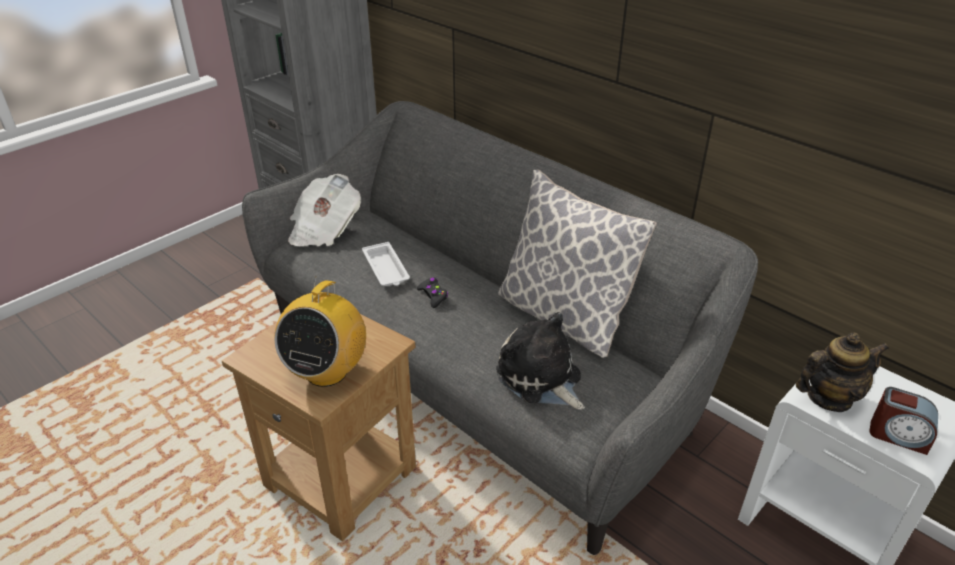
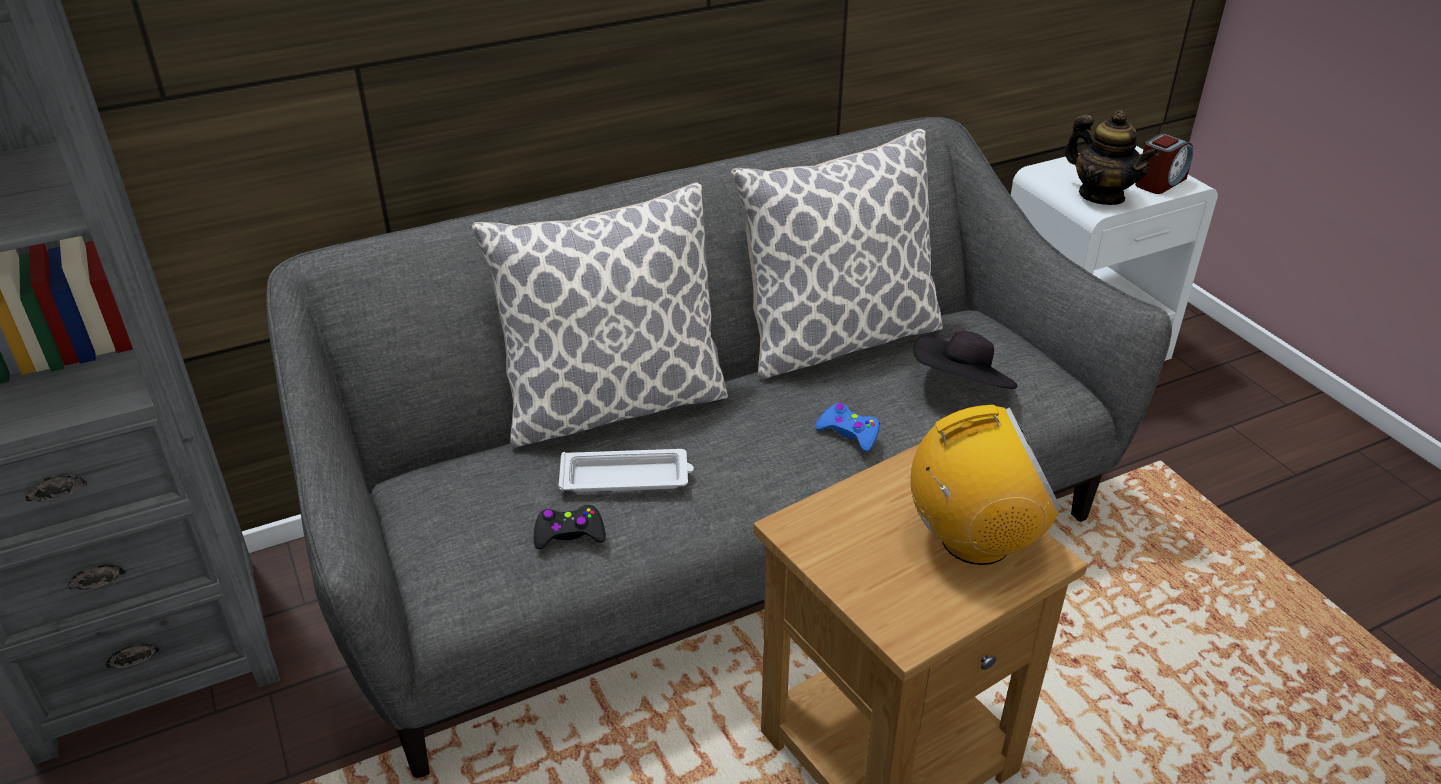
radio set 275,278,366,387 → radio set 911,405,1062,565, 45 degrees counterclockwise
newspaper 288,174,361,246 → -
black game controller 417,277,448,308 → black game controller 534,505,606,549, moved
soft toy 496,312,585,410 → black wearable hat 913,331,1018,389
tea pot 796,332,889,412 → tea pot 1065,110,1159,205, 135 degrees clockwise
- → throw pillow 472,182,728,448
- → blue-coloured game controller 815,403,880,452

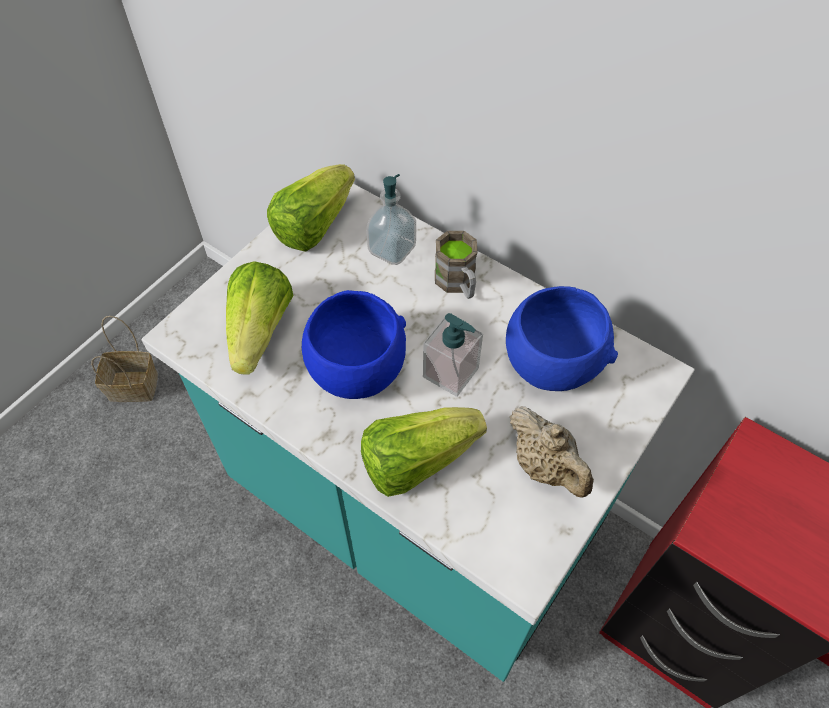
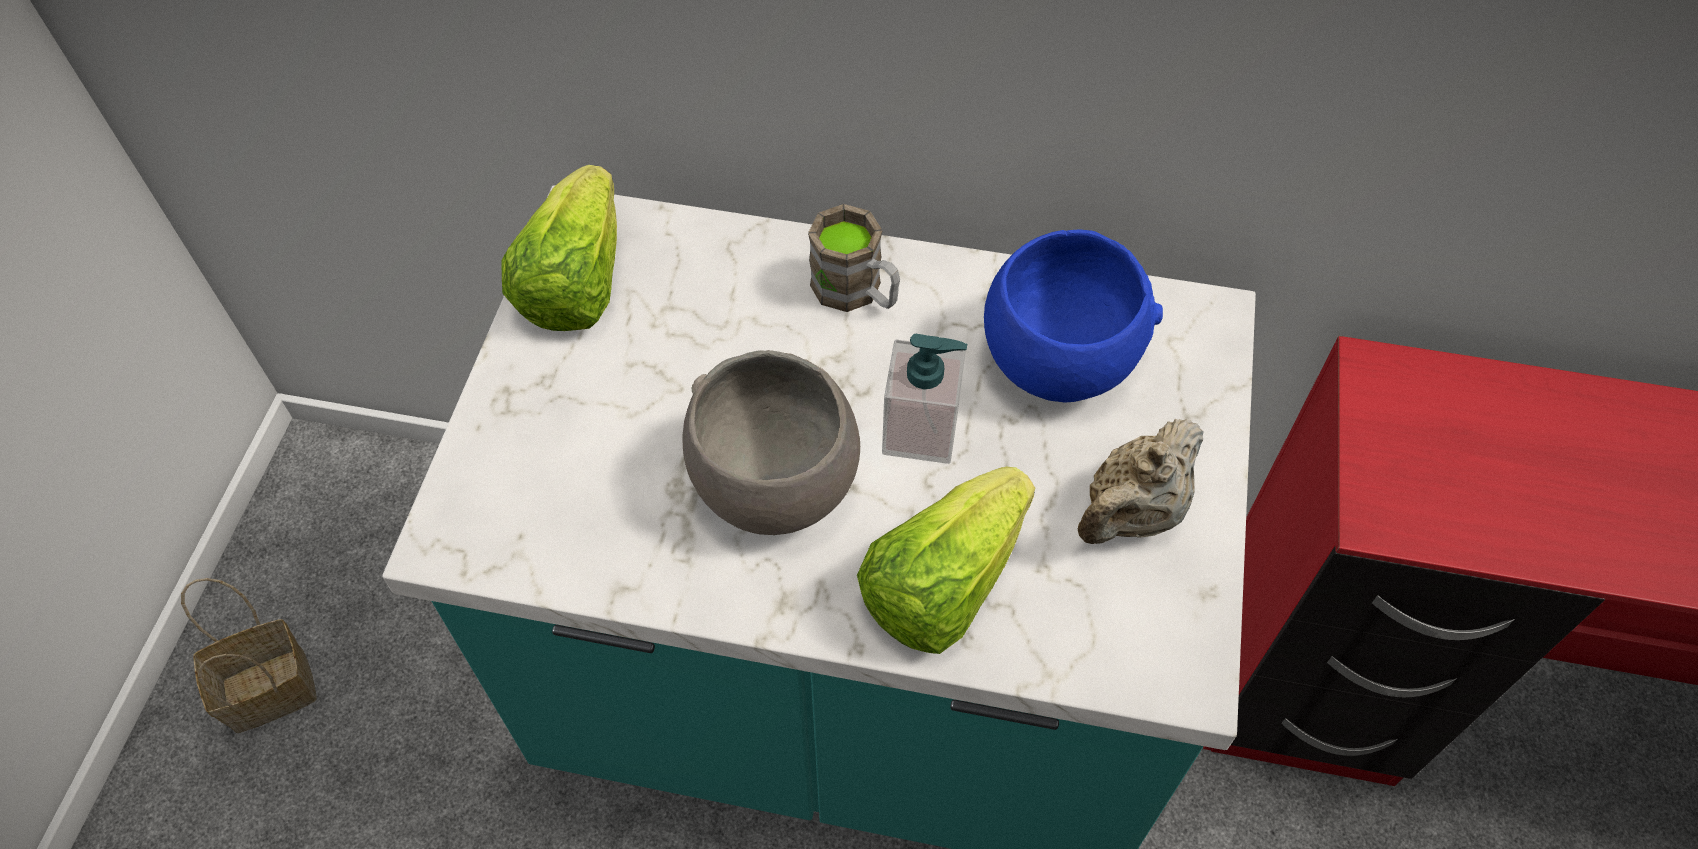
lettuce 226,261,293,375 → -
blue-coloured bowl 302,290,406,399 → greyish bowl 682,350,860,535
soap bottle 366,174,416,265 → -
beige-coloured tea pot 509,406,594,497 → beige-coloured tea pot 1078,419,1204,544, 105 degrees clockwise

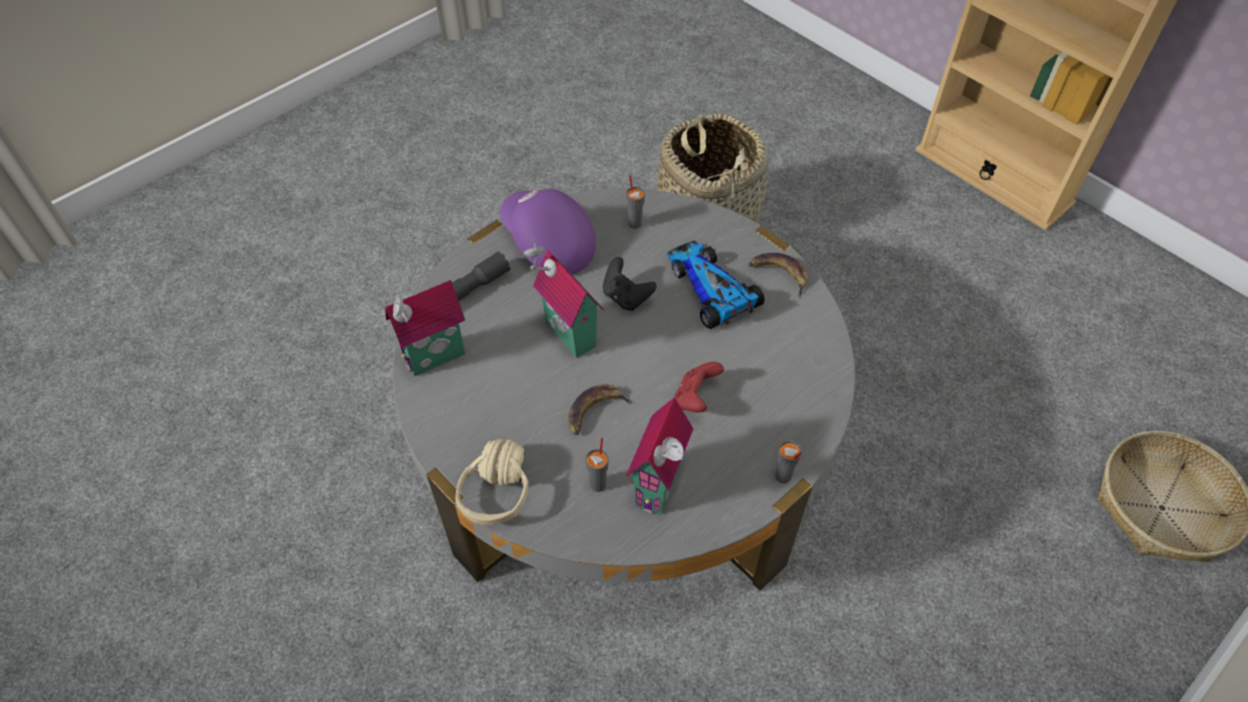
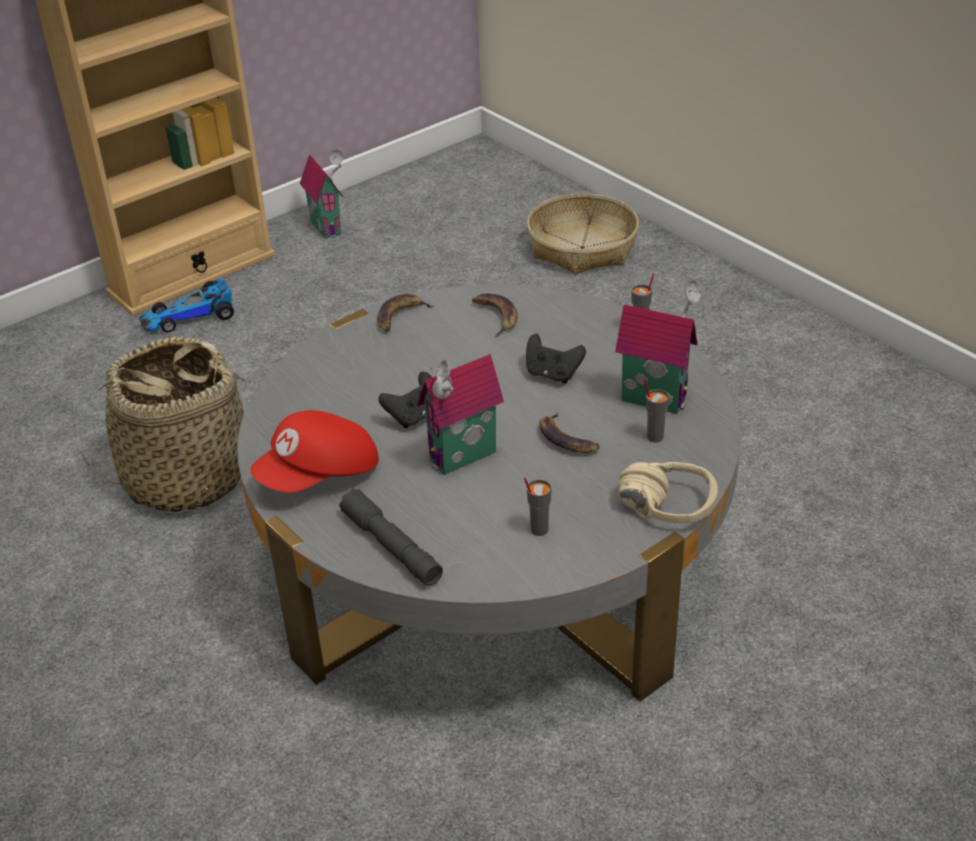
miniature house 384,280,465,376 → miniature house 300,150,343,239, moved
purple baseball cap 500,189,596,275 → red-coloured baseball cap 251,410,379,493
greyish small cup 626,175,645,229 → greyish small cup 524,478,552,536, moved
toy car 667,241,765,329 → toy car 139,277,234,332, moved
red-coloured game controller 674,362,724,413 → black game controller 526,334,586,383
- → banana fruit 472,293,518,337

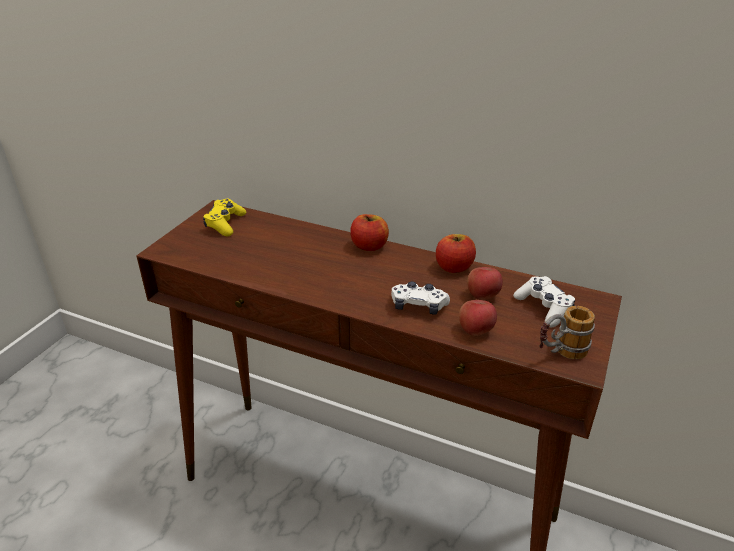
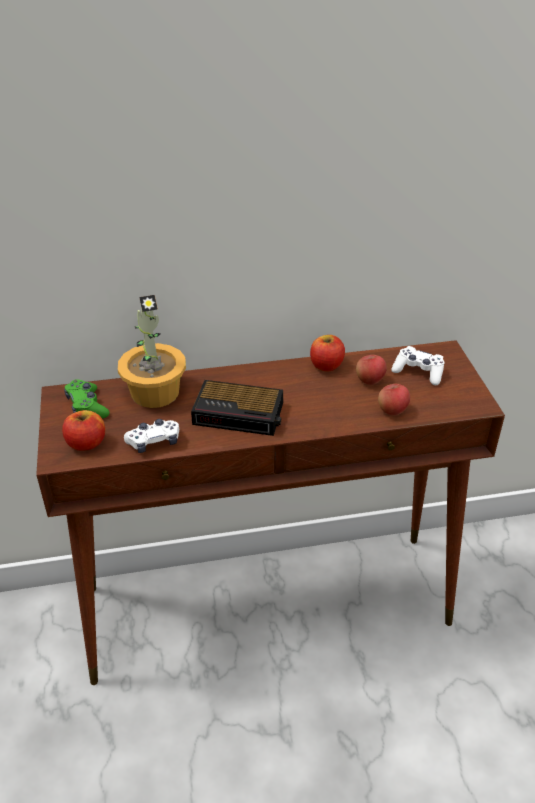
yellowish game controller 203,199,247,236 → green-coloured game controller 64,379,109,419
apple fruit 350,214,389,251 → apple fruit 62,410,105,451, moved
whitish game controller 391,281,450,315 → whitish game controller 124,419,179,453, moved
mug 539,306,595,359 → -
- → plant in a pot 118,295,186,408
- → alarm clock 191,380,283,436

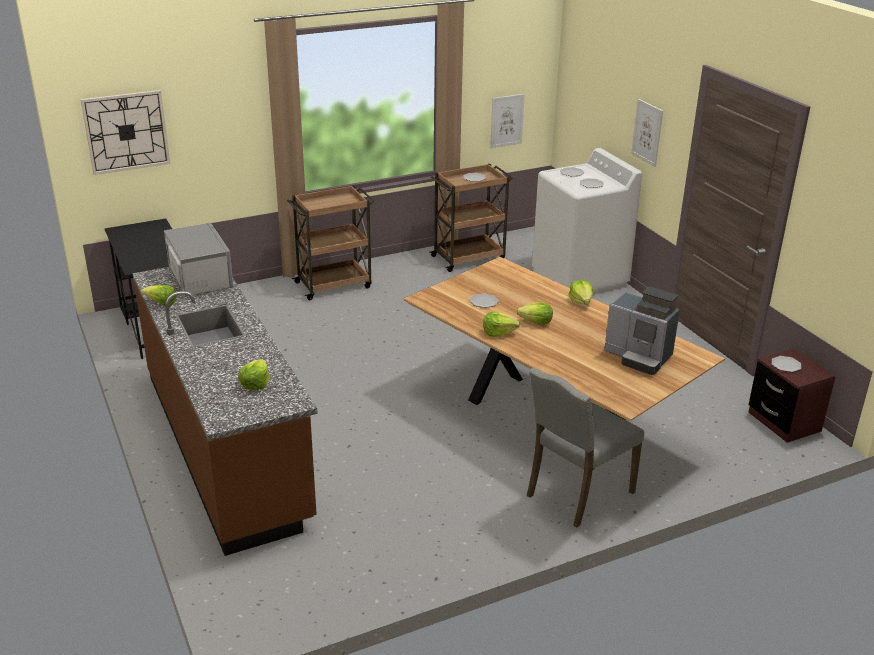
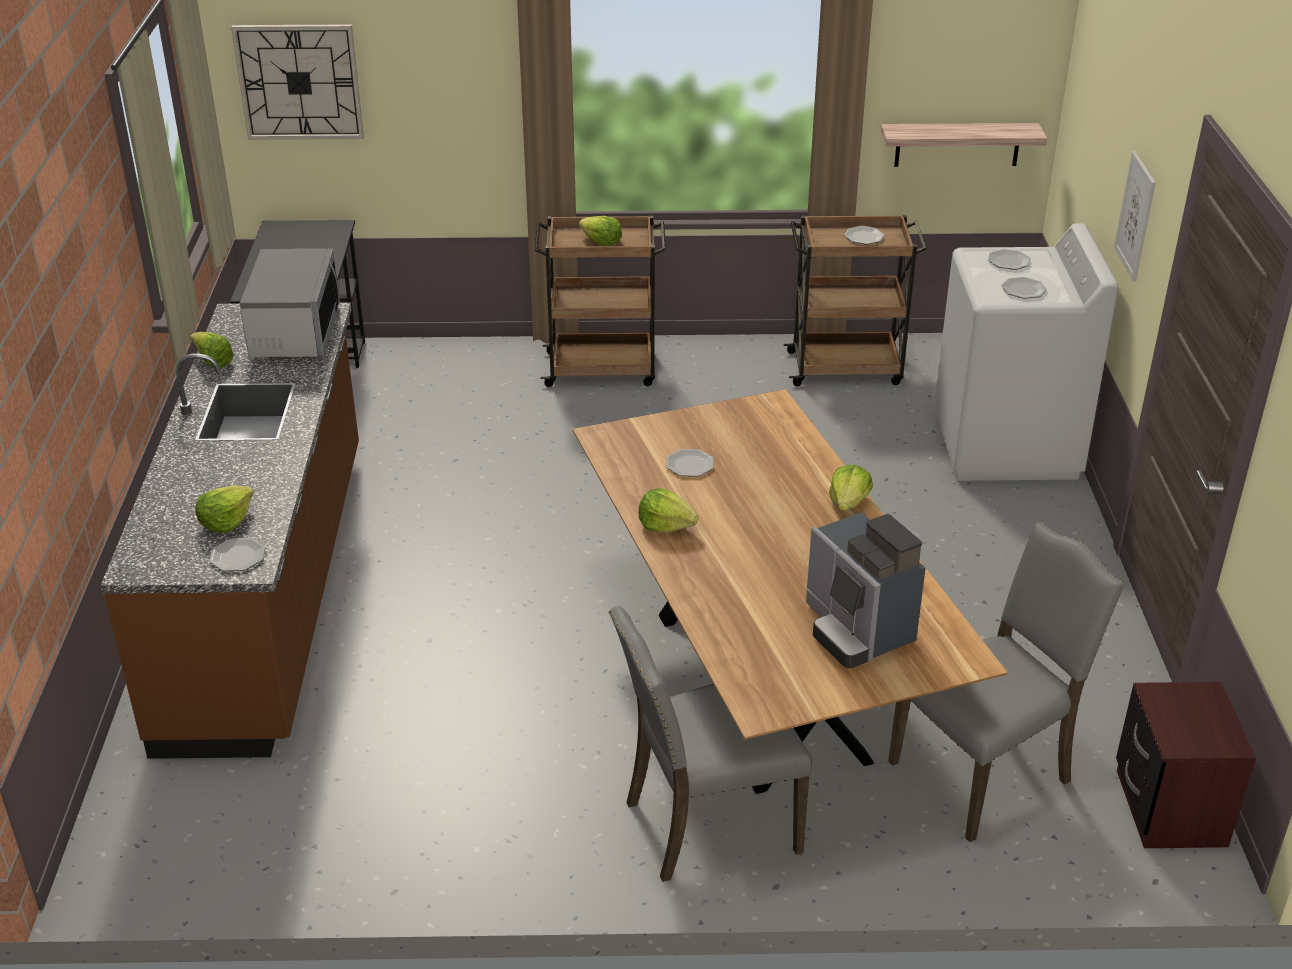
wall art 490,94,525,148 → bracket shelf 881,123,1047,167
lettuce 517,302,553,325 → lettuce 579,216,622,246, moved
flat dish 772,356,801,372 → flat dish 209,538,265,571, moved
- → greyish chair 888,522,1125,842

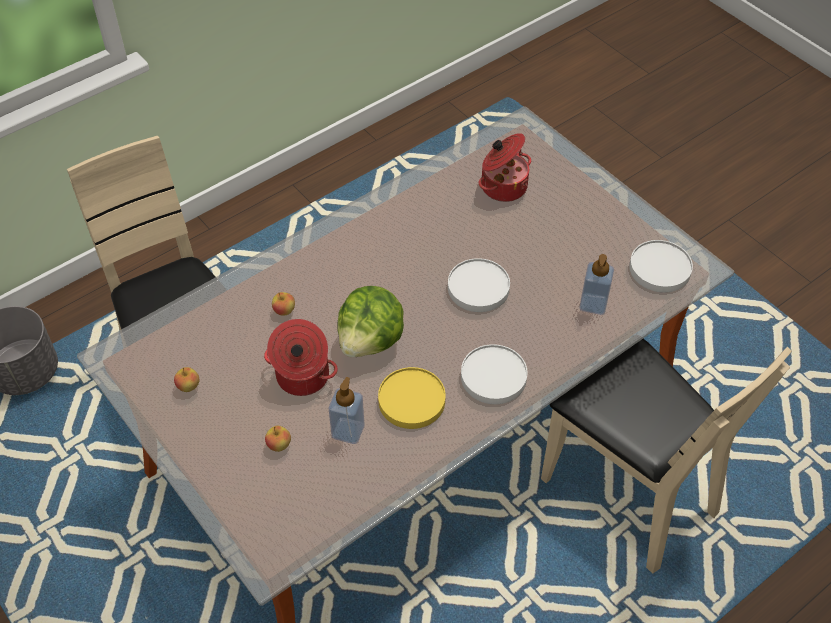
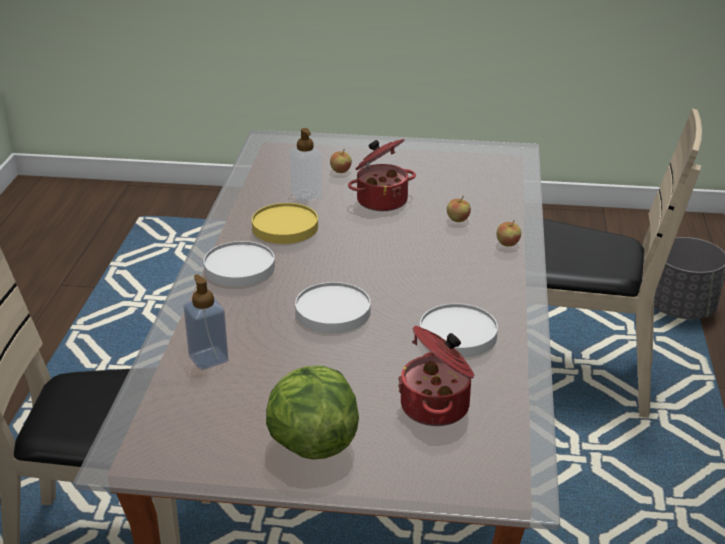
apple fruit 174,367,199,392 → apple fruit 497,221,521,247, moved
lettuce 337,286,404,357 → lettuce 266,365,359,460, moved
whitish flat dish 629,240,693,293 → whitish flat dish 420,303,498,358, moved

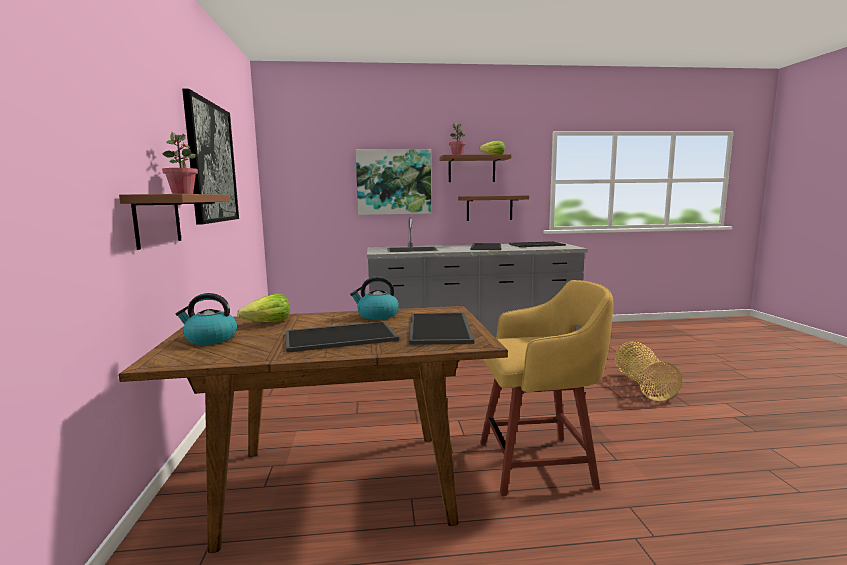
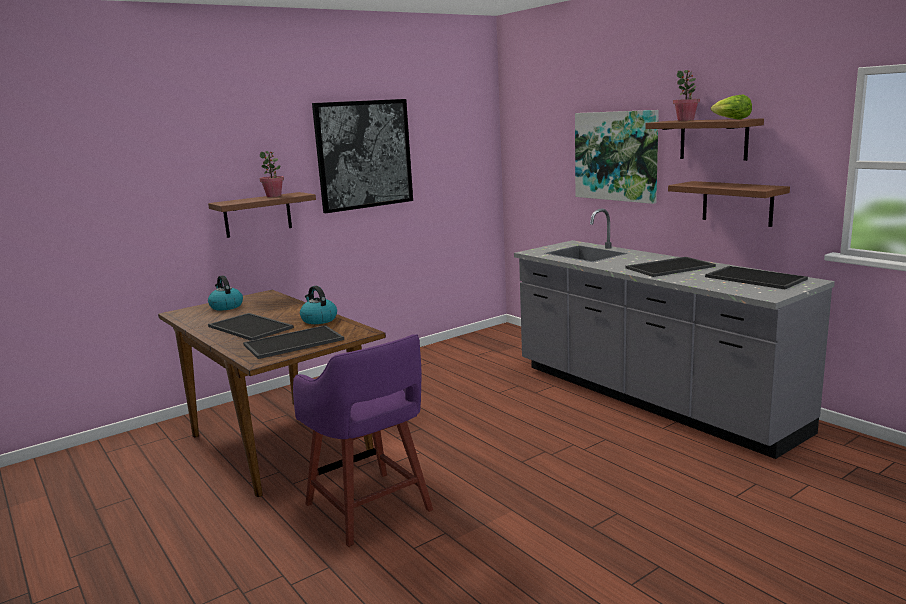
lettuce 237,293,290,322 → -
yellowish sitting stool 480,280,614,496 → purple sitting stool 293,334,433,547
storage basket 615,341,682,401 → -

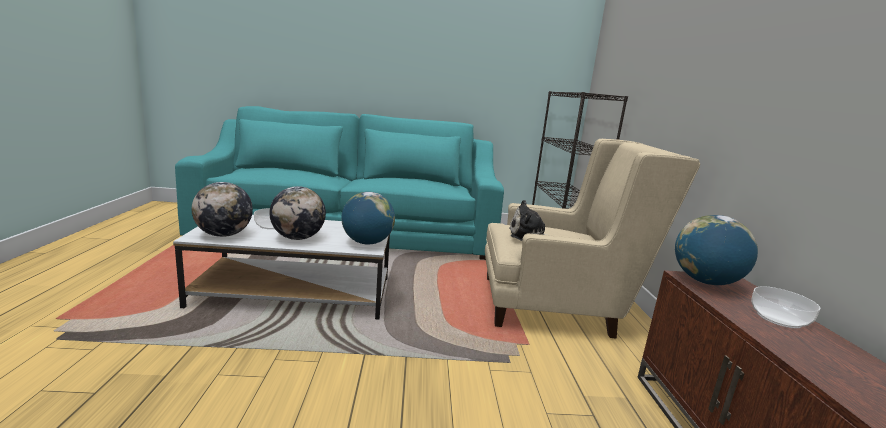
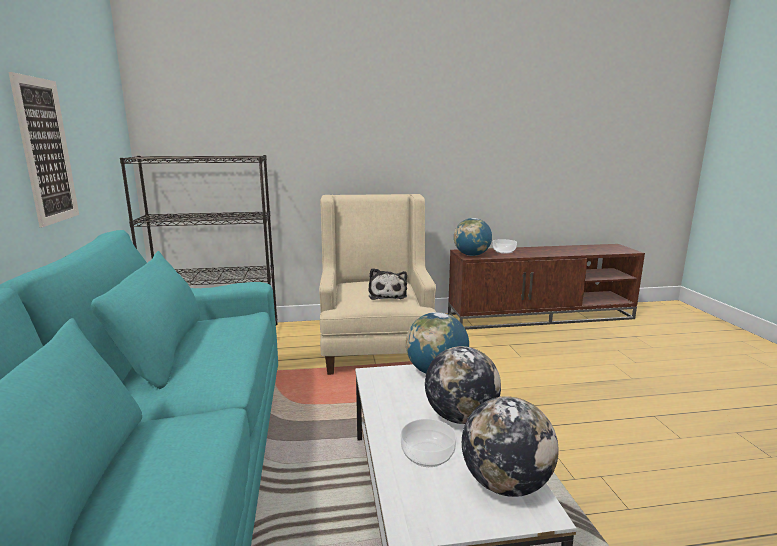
- → wall art 8,72,79,227

